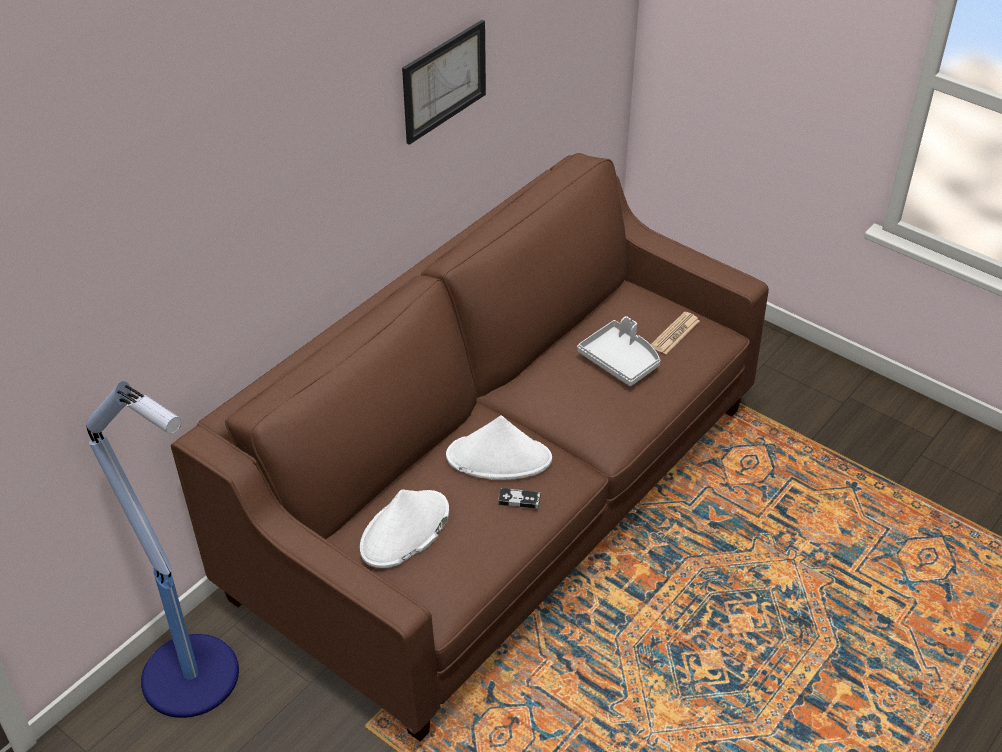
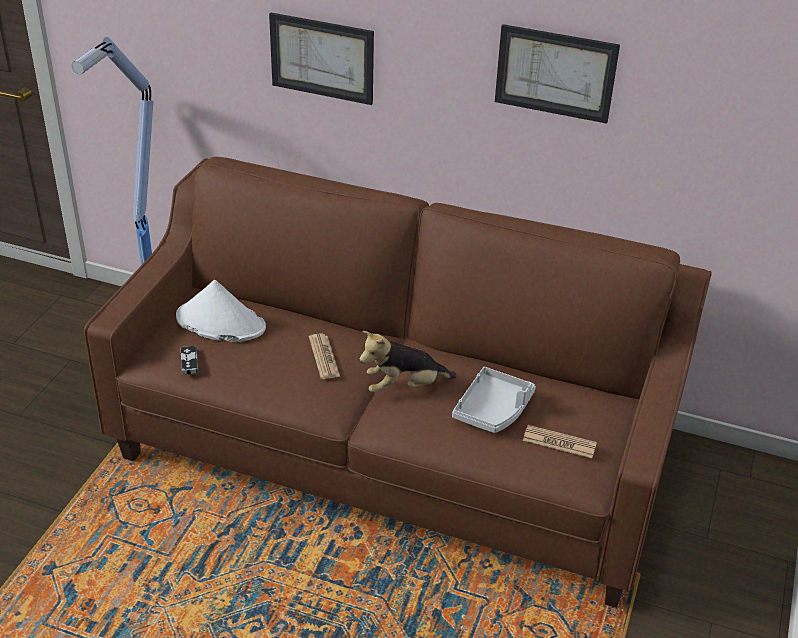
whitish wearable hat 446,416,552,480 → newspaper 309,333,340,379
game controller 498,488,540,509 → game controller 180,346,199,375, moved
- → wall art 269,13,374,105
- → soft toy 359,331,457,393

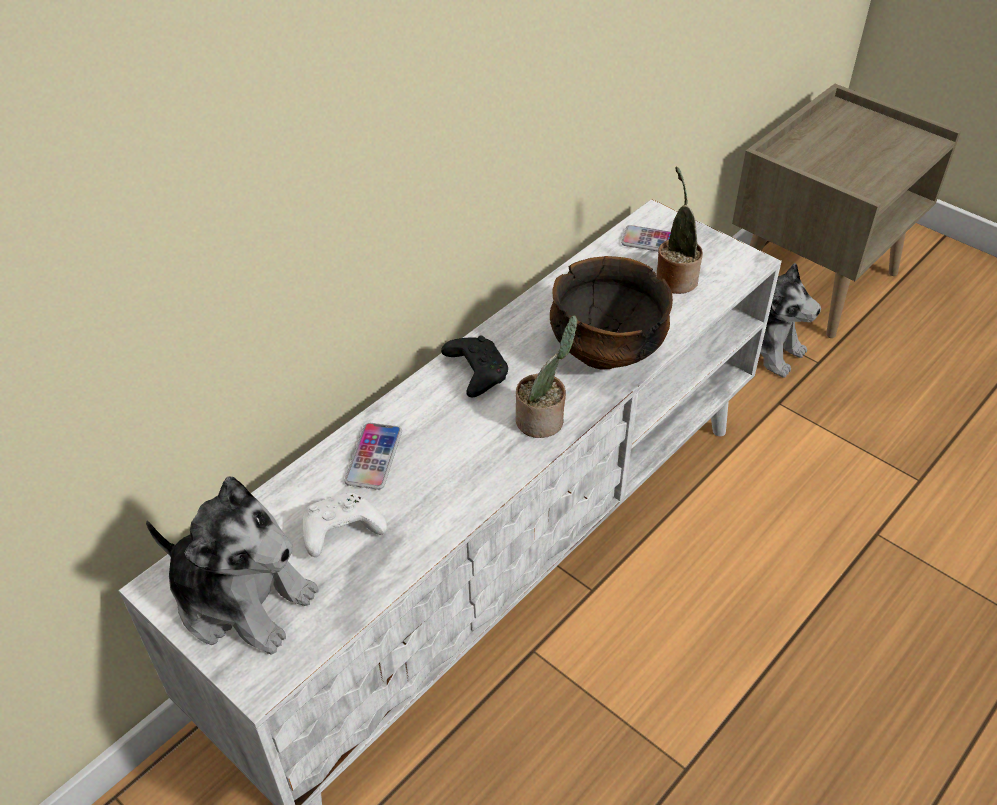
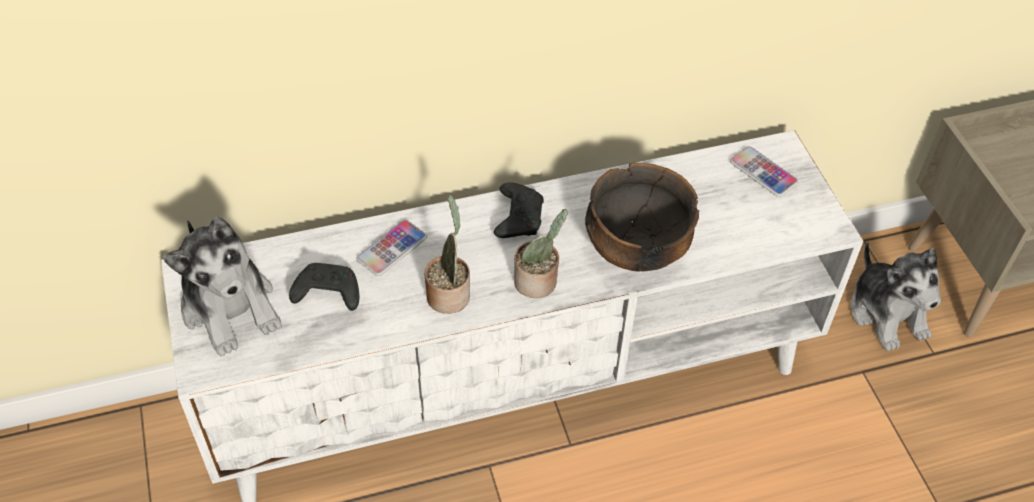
whitish game controller 303,493,387,557 → black game controller 289,263,359,311
plant in a pot 656,166,703,294 → plant in a pot 424,195,470,314, moved

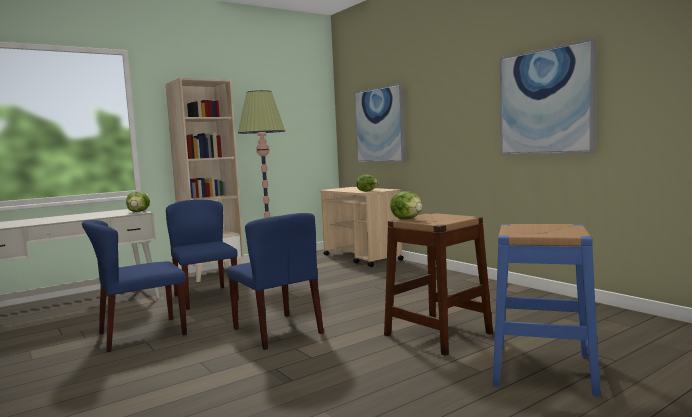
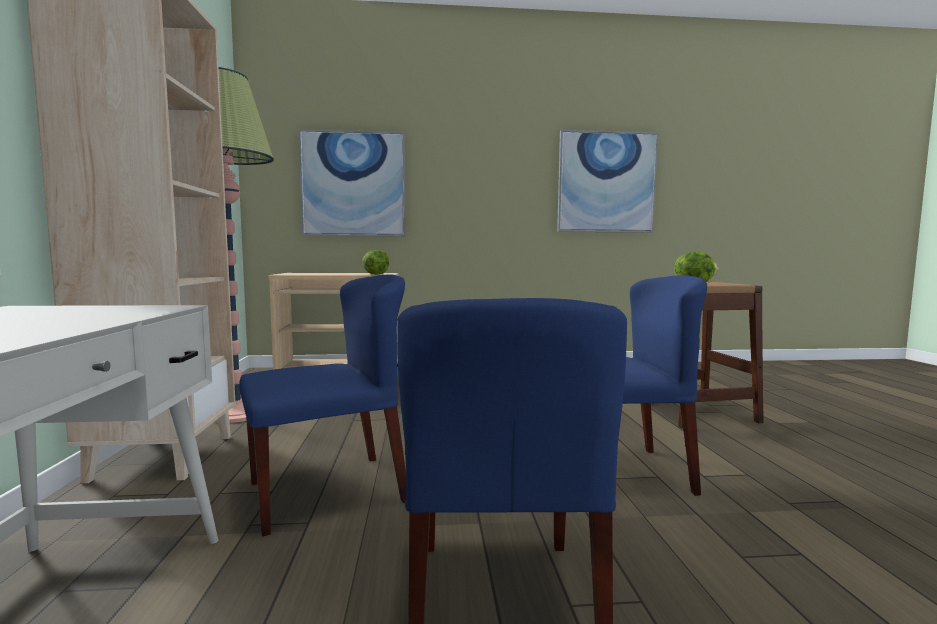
lettuce 126,192,150,212 → -
blue-coloured chair 166,200,239,310 → blue-coloured chair 239,274,406,536, 150 degrees clockwise
blue-coloured sitting stool 493,224,600,397 → -

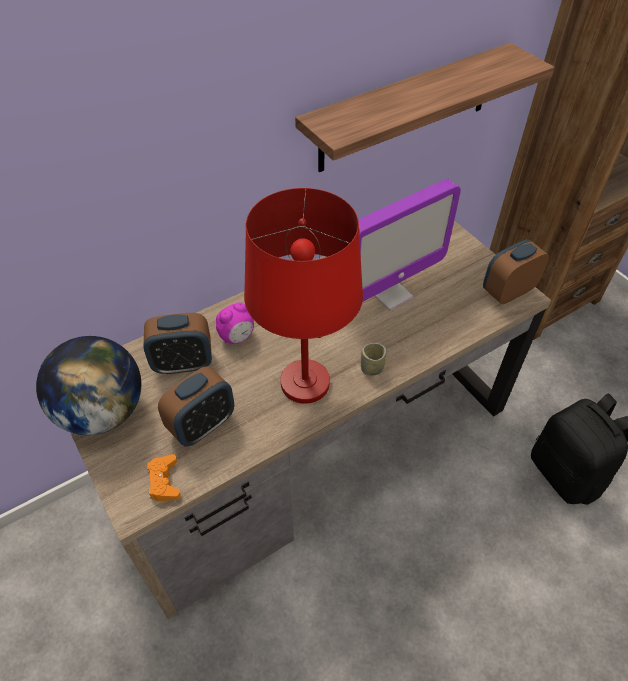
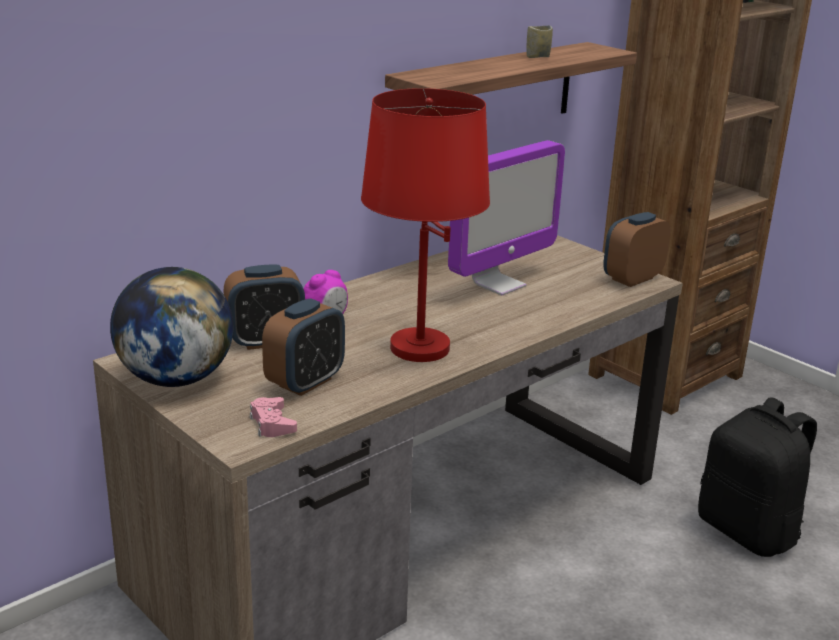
orange-coloured game controller 147,454,181,501 → pink game controller 250,397,297,437
small cup 361,343,386,376 → small cup 527,26,553,58, moved

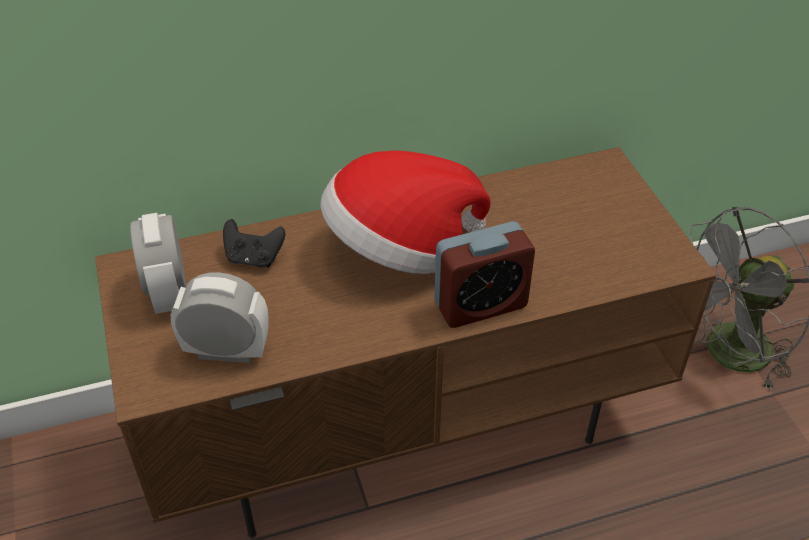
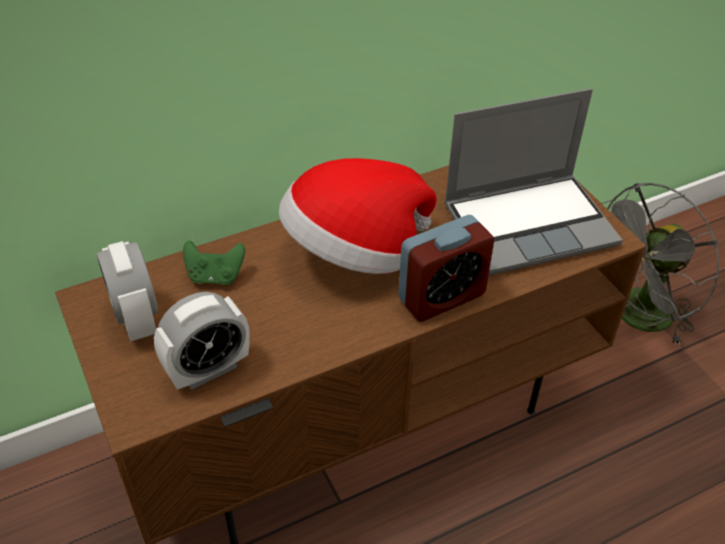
alarm clock 171,272,269,363 → alarm clock 154,292,250,390, 150 degrees clockwise
black game controller 223,219,285,268 → green-coloured game controller 183,240,245,285
- → laptop 444,88,623,275

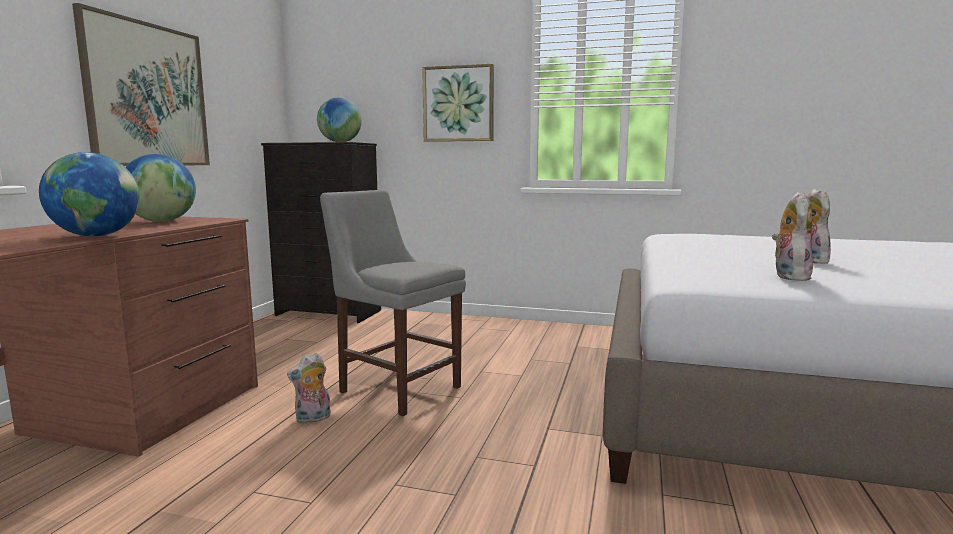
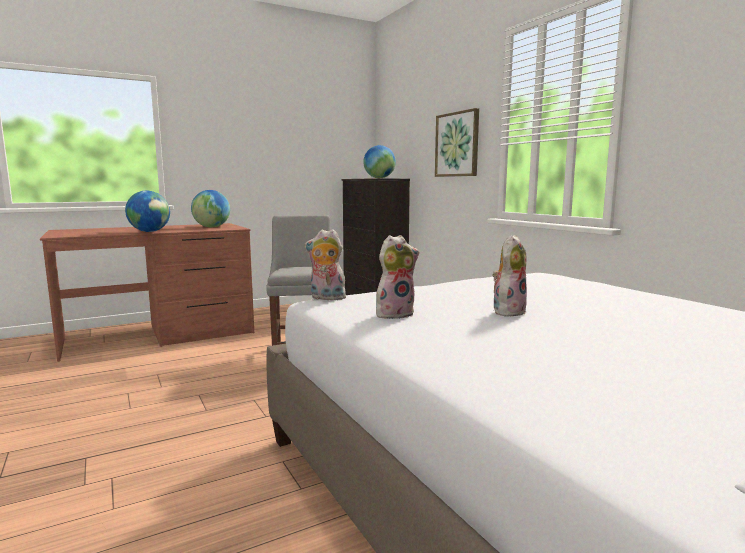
wall art 72,3,210,166 → -
soft toy 287,353,331,424 → soft toy 304,229,348,300, moved

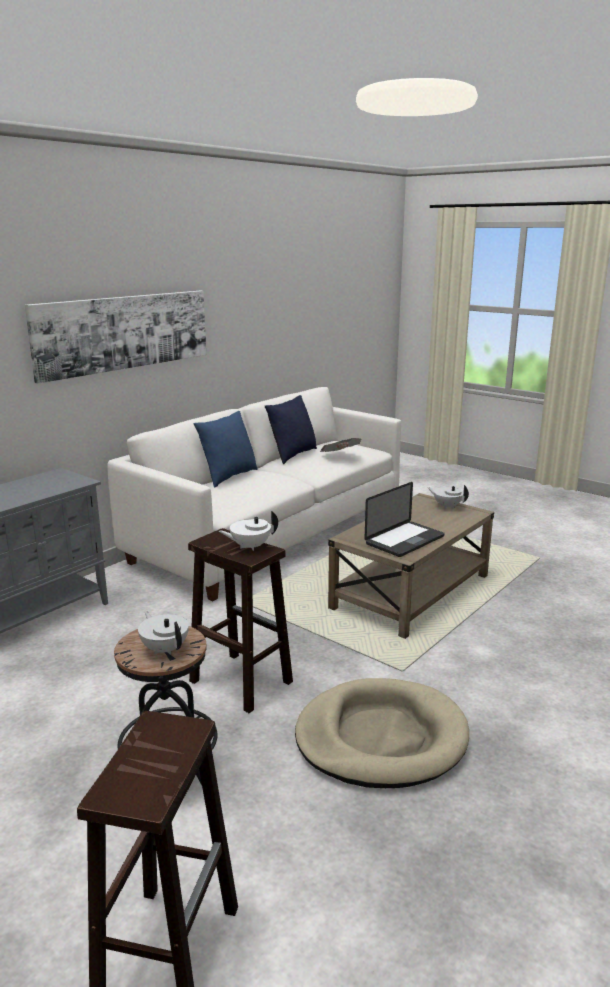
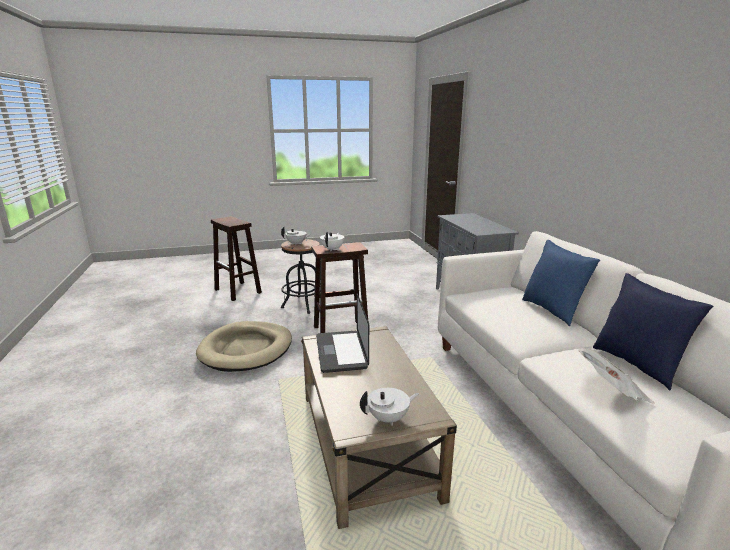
wall art 24,291,206,384 → -

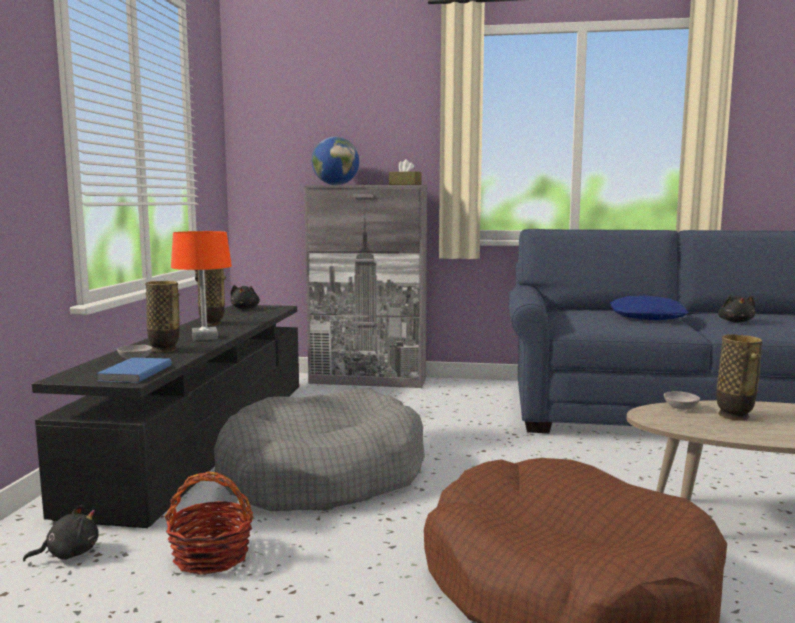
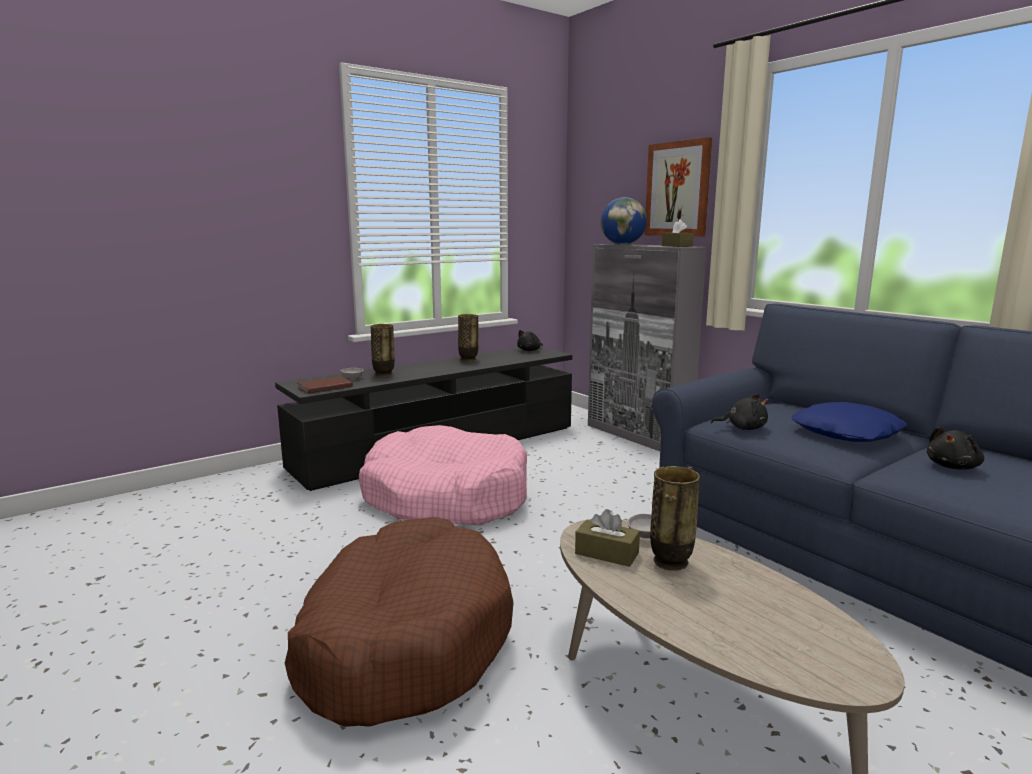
black soft toy 23,504,99,562 → black soft toy 711,394,768,430, moved
blue-coloured book 96,357,172,383 → brownish book 298,376,353,394
storage basket 165,472,253,575 → -
orange-coloured tabletop lamp 171,231,232,341 → -
greyish dog bed 214,388,425,511 → pink dog bed 359,425,527,526
- → brownish tissue holder 575,509,640,567
- → wall art 644,137,712,236

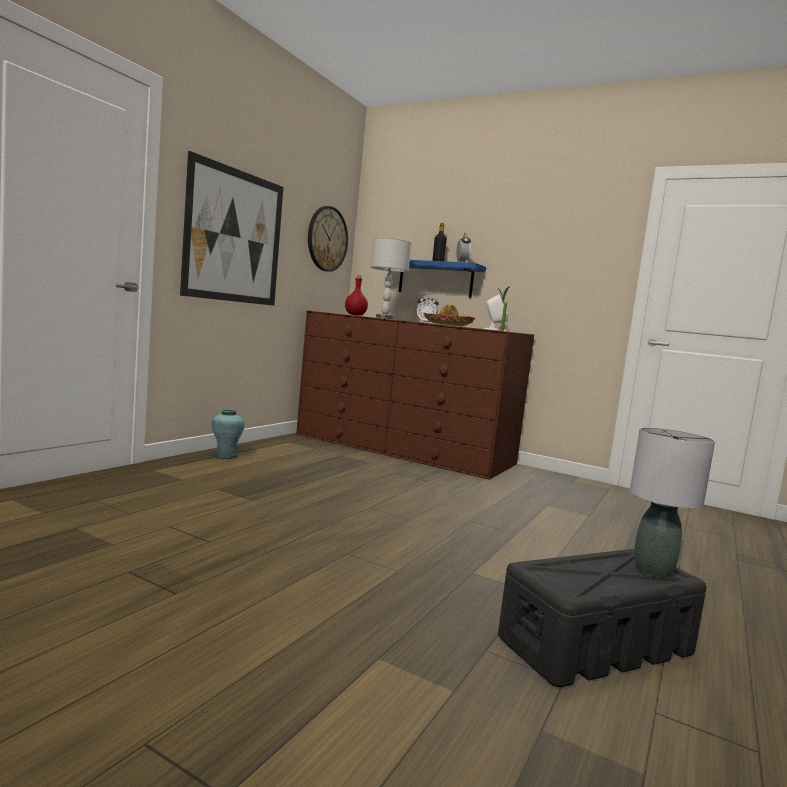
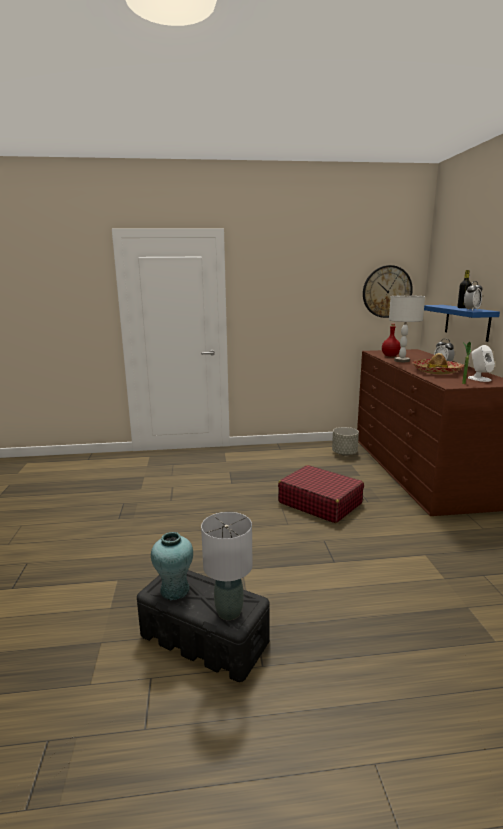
wall art 180,151,283,306 → -
turquoise vase 212,409,245,459 → turquoise vase 151,532,193,601, moved
- → red-coloured piece of luggage 278,465,364,523
- → greyish planter 332,427,359,456

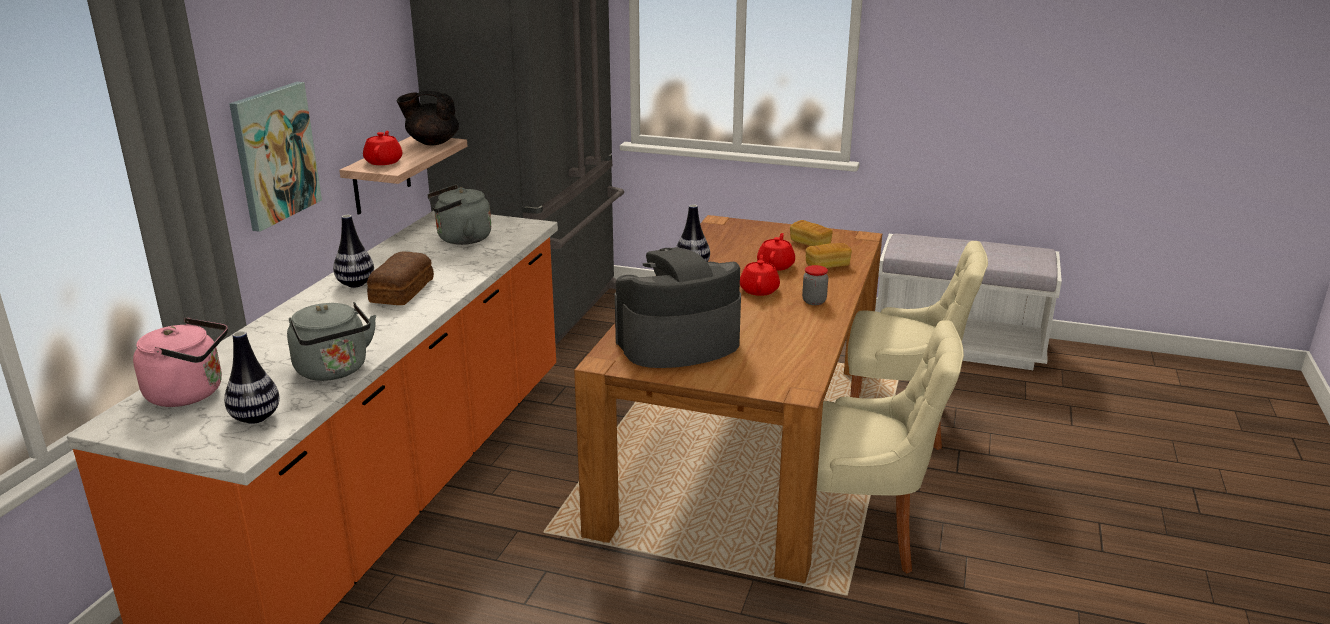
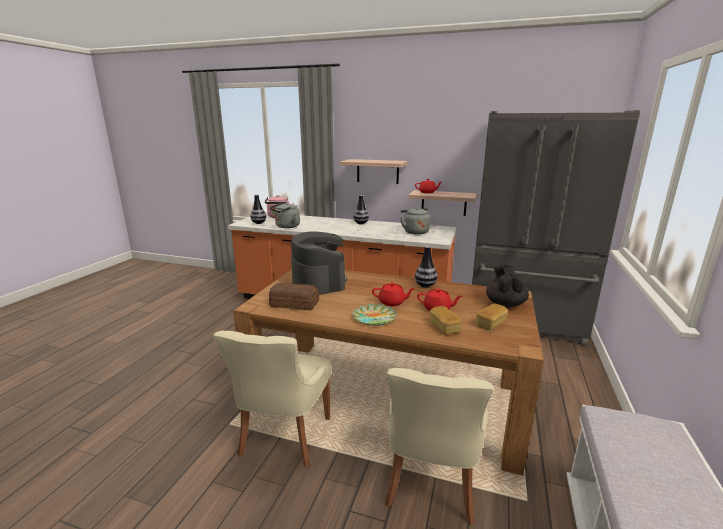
wall art 229,82,322,232 → bracket shelf 340,159,408,184
bakery bread 367,251,434,305 → bakery bread 269,283,319,310, moved
black tea pot 396,91,459,146 → black tea pot 486,265,529,308, moved
storage jar 802,265,828,305 → flat dish 352,304,397,326

